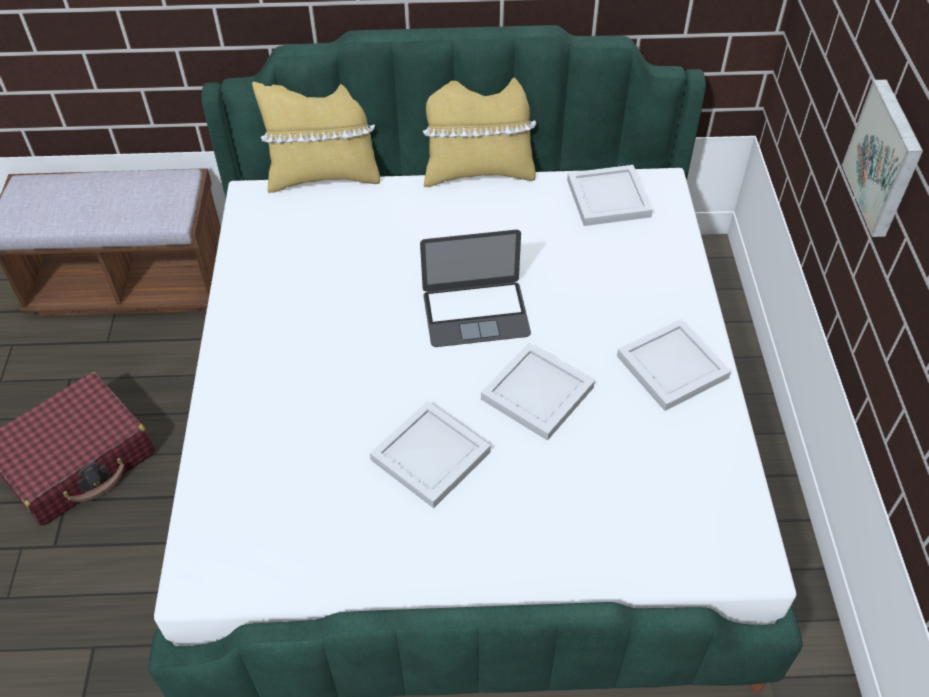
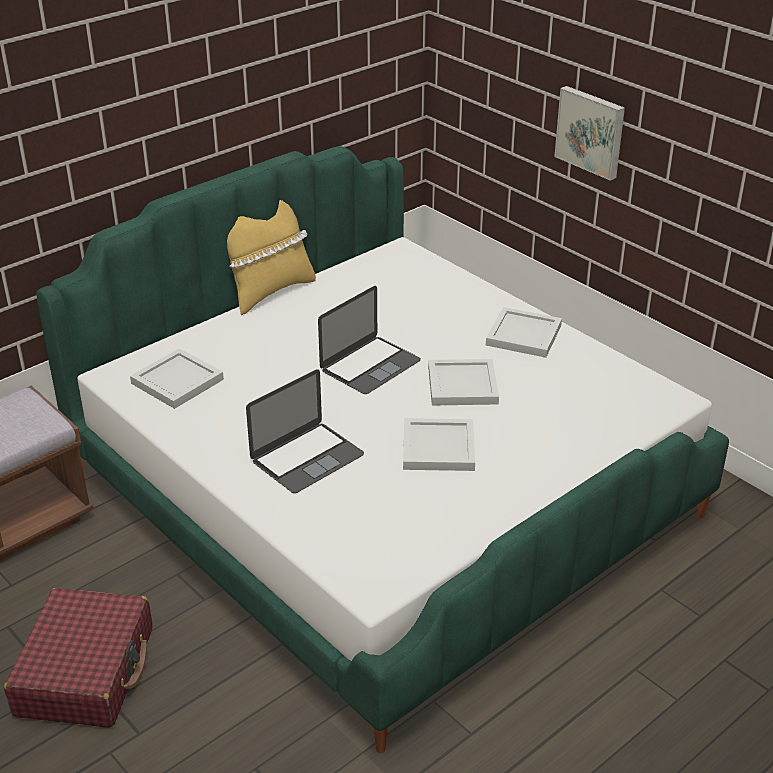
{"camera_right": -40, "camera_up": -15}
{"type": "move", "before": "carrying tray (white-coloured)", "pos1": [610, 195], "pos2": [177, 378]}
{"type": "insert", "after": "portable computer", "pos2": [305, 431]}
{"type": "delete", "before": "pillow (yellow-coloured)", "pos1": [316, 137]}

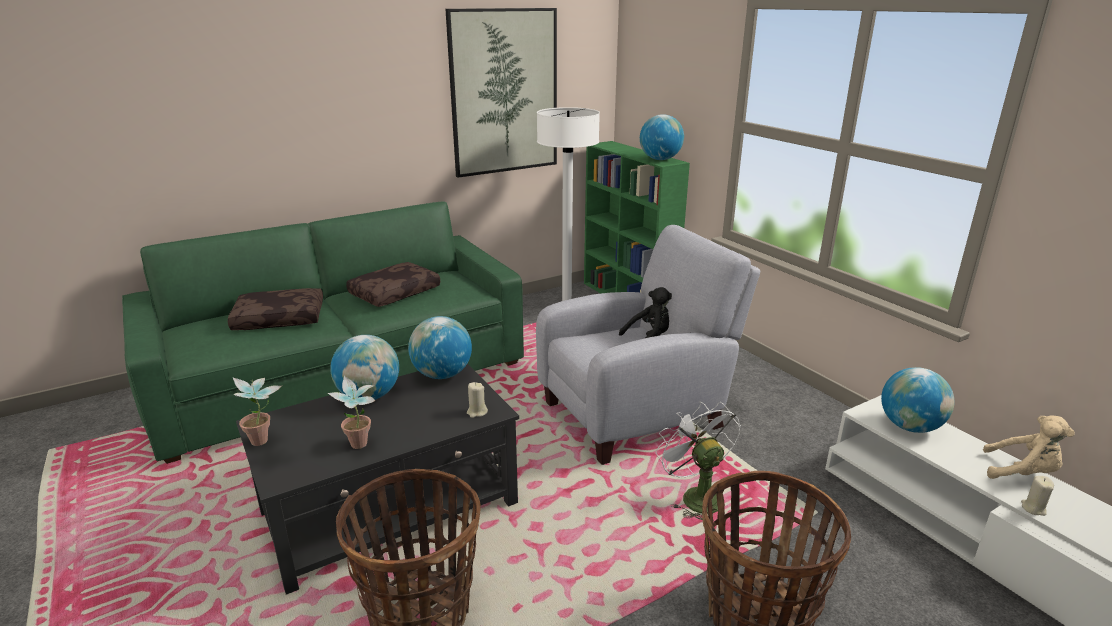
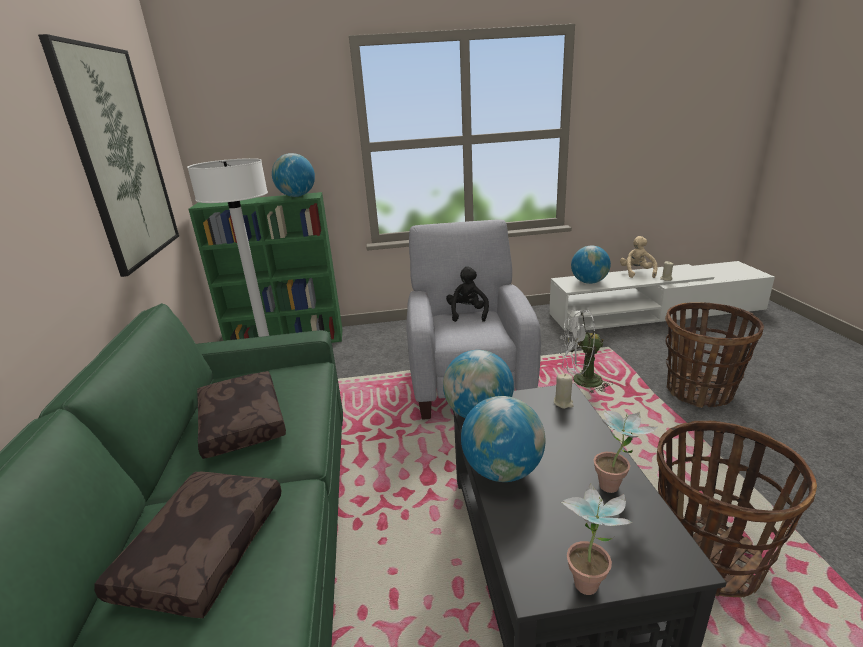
{"camera_right": -65, "camera_up": 0}
{"type": "rotate", "before": "soft toy (beige)", "pos1": [1029, 447], "pos2": [639, 257], "turn": -45}

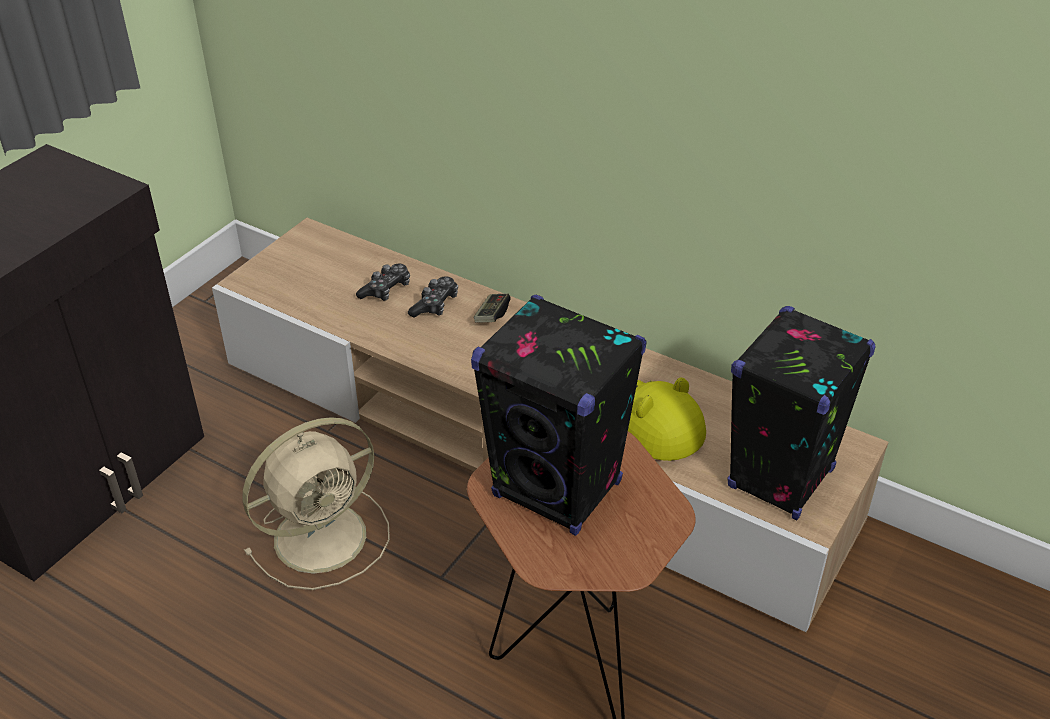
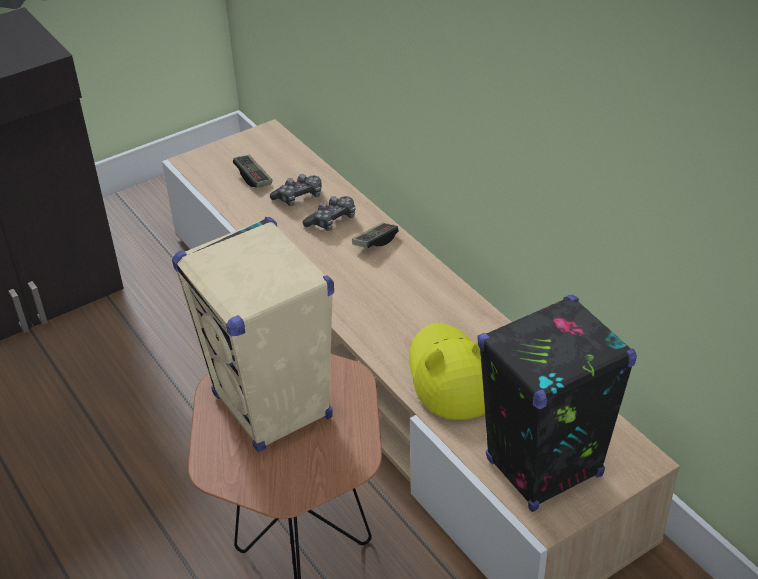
{"camera_right": 25, "camera_up": 0}
{"type": "recolor", "before": "speaker (black-coloured)", "after": "speaker (beige)", "pos1": [559, 415], "pos2": [253, 334]}
{"type": "insert", "after": "joypad", "pos2": [252, 171]}
{"type": "delete", "before": "fan (beige)", "pos1": [316, 503]}

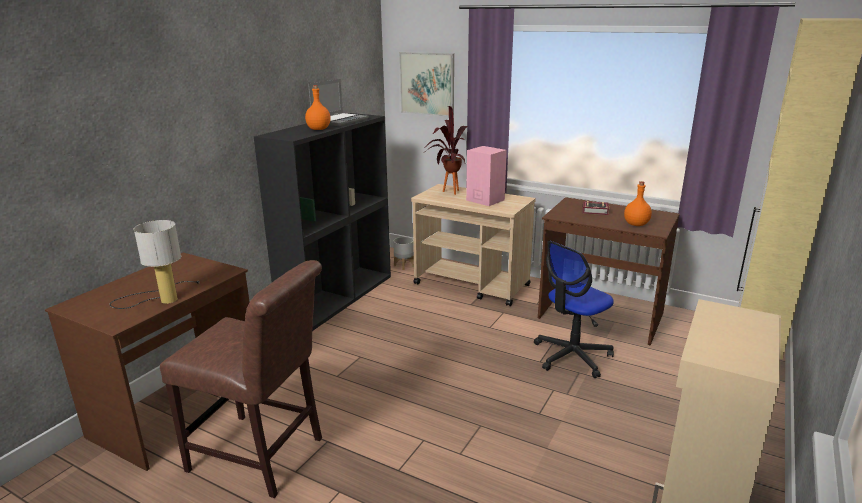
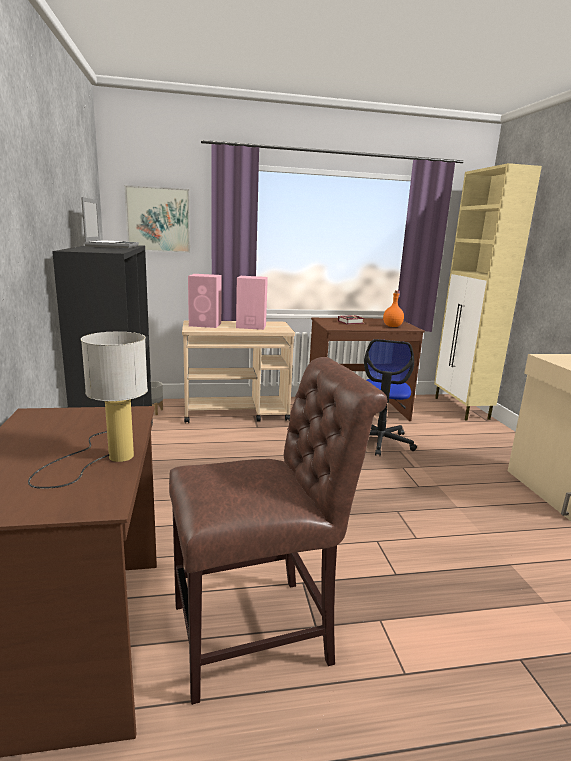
{"camera_right": -40, "camera_up": -5}
{"type": "replace", "before": "plant in a pot", "after": "speaker (pinkish)", "pos1": [446, 150], "pos2": [205, 301]}
{"type": "delete", "before": "bottle (orangey)", "pos1": [318, 107]}

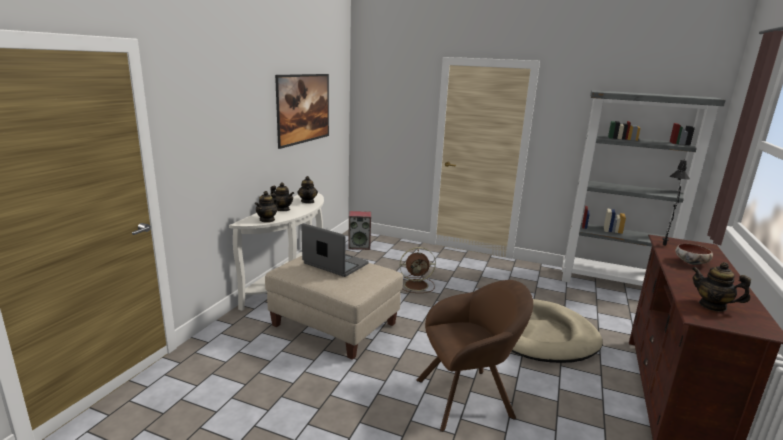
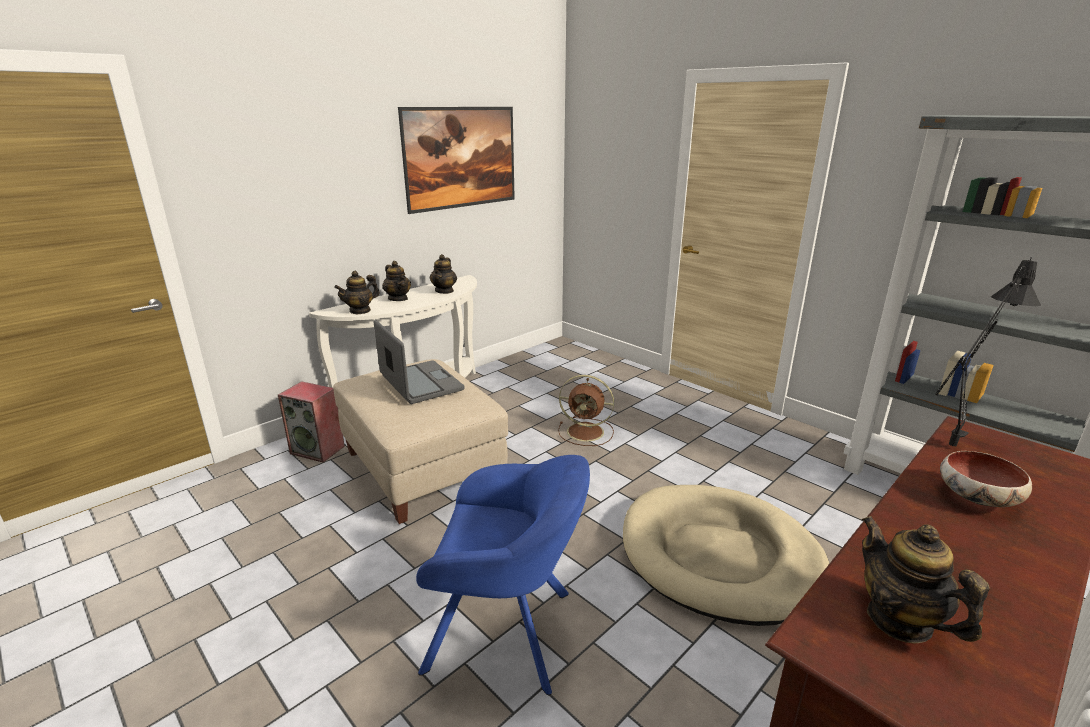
{"camera_right": 25, "camera_up": 5}
{"type": "move", "before": "speaker", "pos1": [359, 230], "pos2": [311, 421]}
{"type": "recolor", "before": "easy chair (brownish)", "after": "easy chair (bluish)", "pos1": [474, 356], "pos2": [503, 575]}

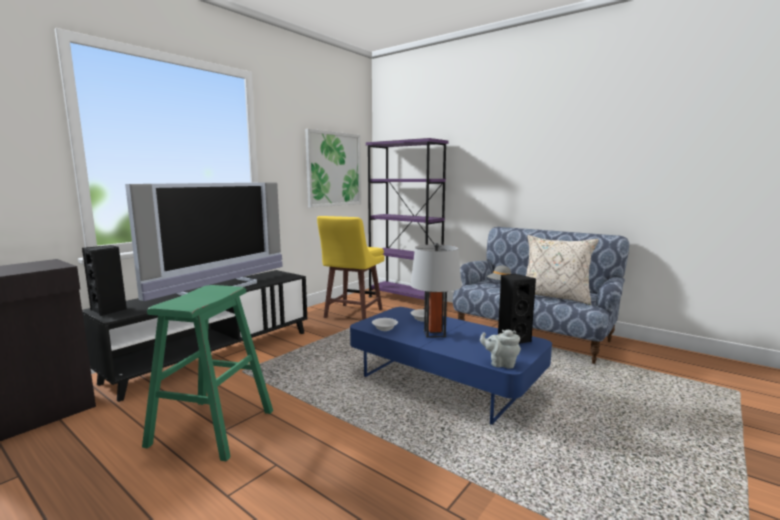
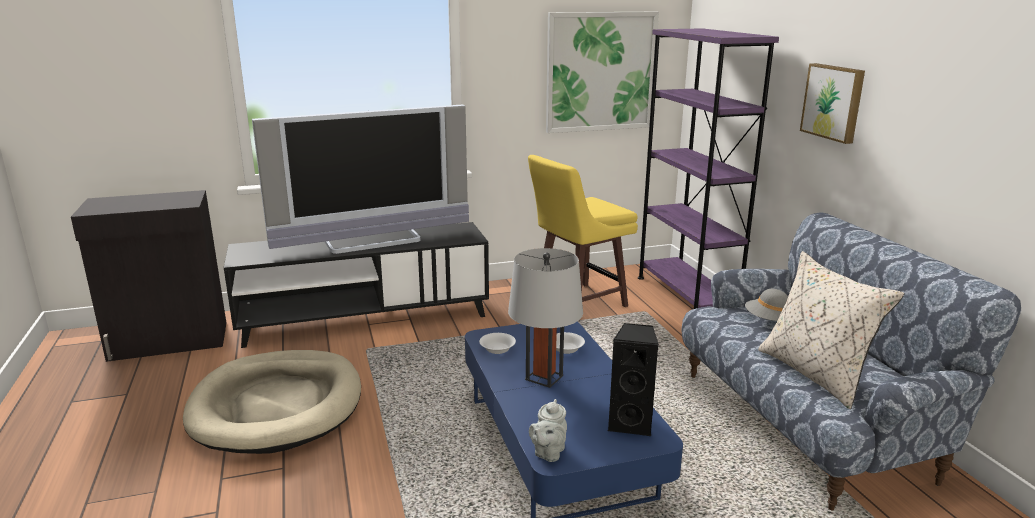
{"camera_right": 35, "camera_up": 10}
{"type": "replace", "before": "stool (green)", "after": "pet bed (beige)", "pos1": [207, 373], "pos2": [272, 402]}
{"type": "rotate", "before": "teapot (gray)", "pos1": [500, 349], "pos2": [548, 430], "turn": -120}
{"type": "insert", "after": "wall art", "pos2": [832, 103]}
{"type": "delete", "before": "speaker (black-coloured)", "pos1": [104, 280]}

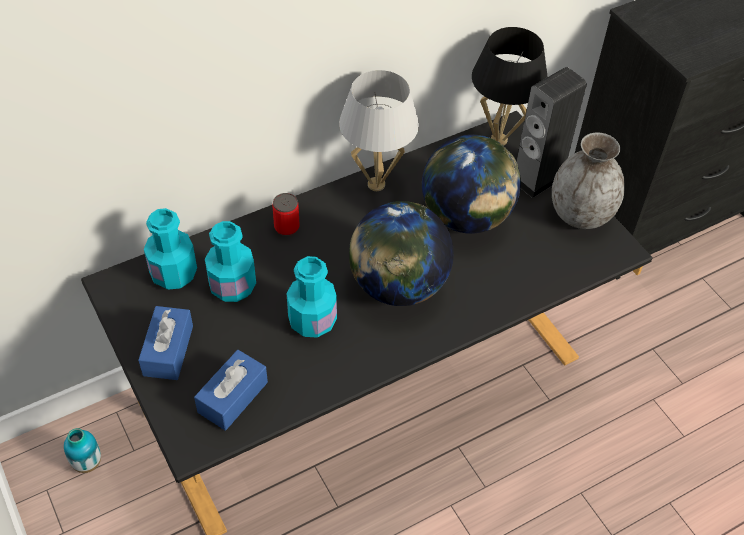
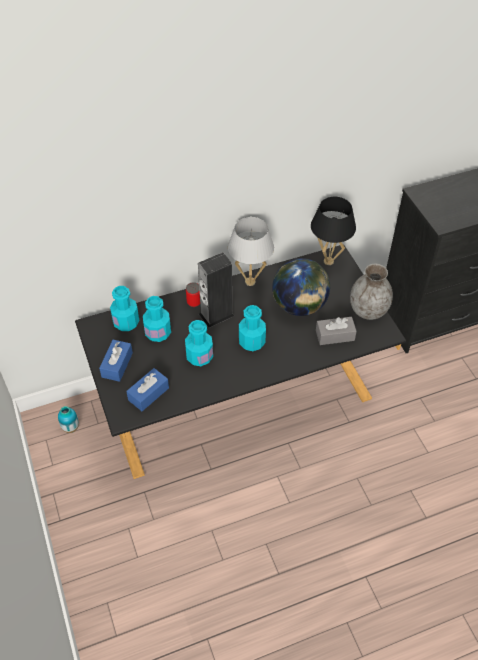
{"camera_right": 10, "camera_up": 0}
{"type": "move", "before": "speaker", "pos1": [552, 132], "pos2": [216, 290]}
{"type": "replace", "before": "world globe", "after": "bottle (turquoise)", "pos1": [401, 253], "pos2": [252, 328]}
{"type": "insert", "after": "tissue holder (gray)", "pos2": [336, 331]}

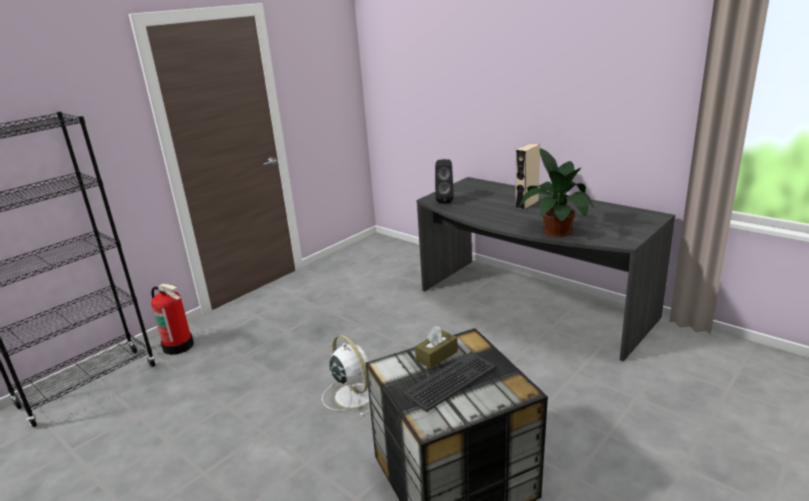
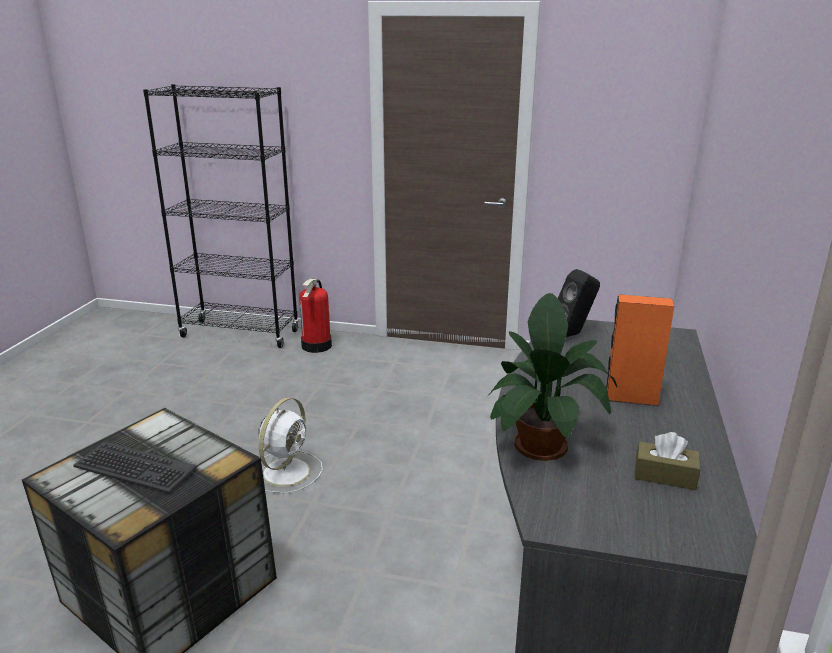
{"camera_right": 60, "camera_up": 0}
{"type": "recolor", "before": "speaker (beige)", "after": "speaker (orangey)", "pos1": [527, 176], "pos2": [640, 350]}
{"type": "move", "before": "tissue holder (brownish)", "pos1": [436, 347], "pos2": [668, 461]}

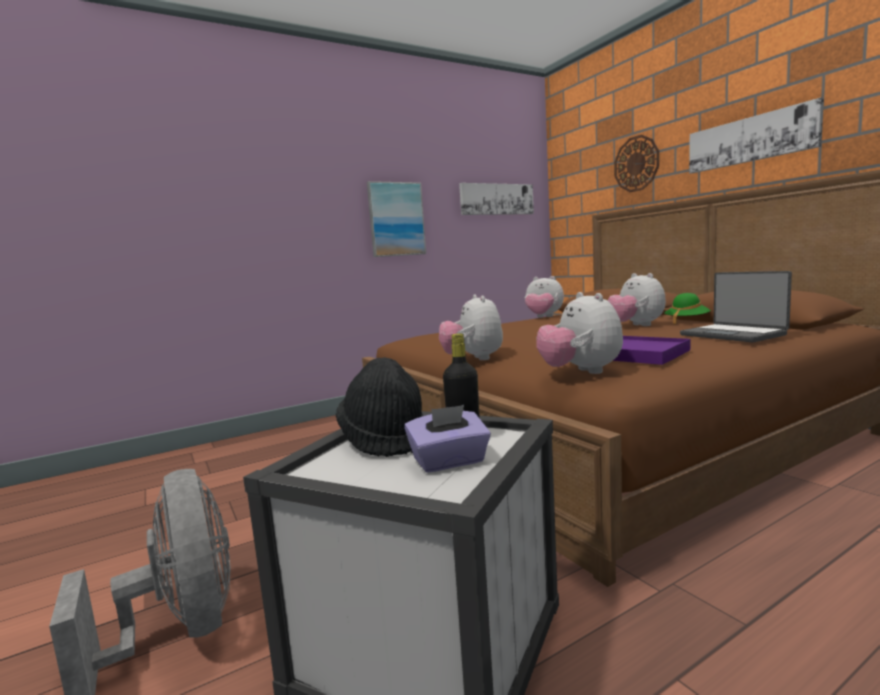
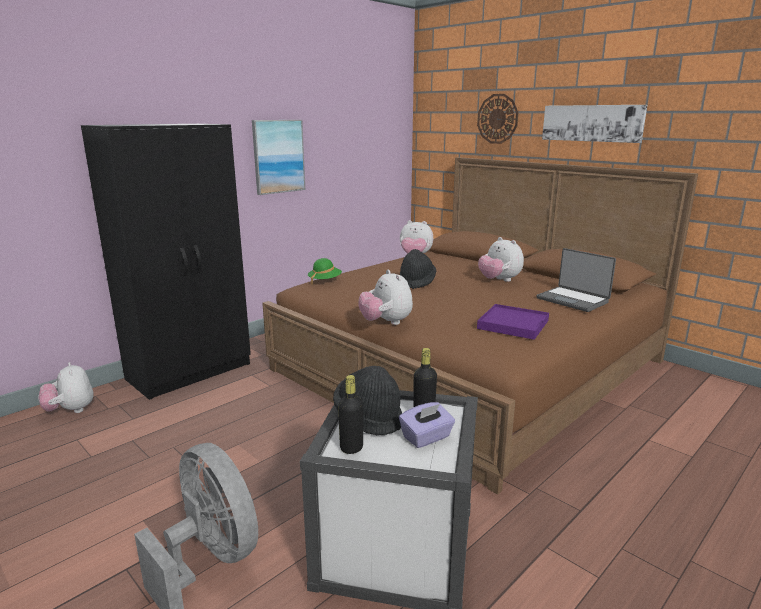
{"camera_right": -15, "camera_up": 10}
{"type": "move", "before": "soft toy", "pos1": [579, 333], "pos2": [66, 387]}
{"type": "insert", "after": "clothes cupboard (black-coloured)", "pos2": [166, 262]}
{"type": "move", "before": "hat (green)", "pos1": [687, 309], "pos2": [325, 271]}
{"type": "insert", "after": "bottle (black-coloured)", "pos2": [350, 414]}
{"type": "insert", "after": "hat (black-coloured)", "pos2": [418, 269]}
{"type": "delete", "before": "wall art", "pos1": [496, 199]}

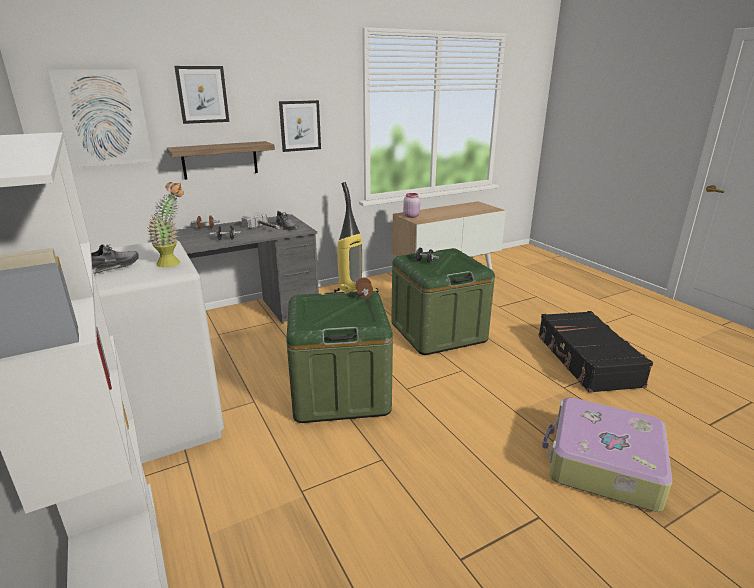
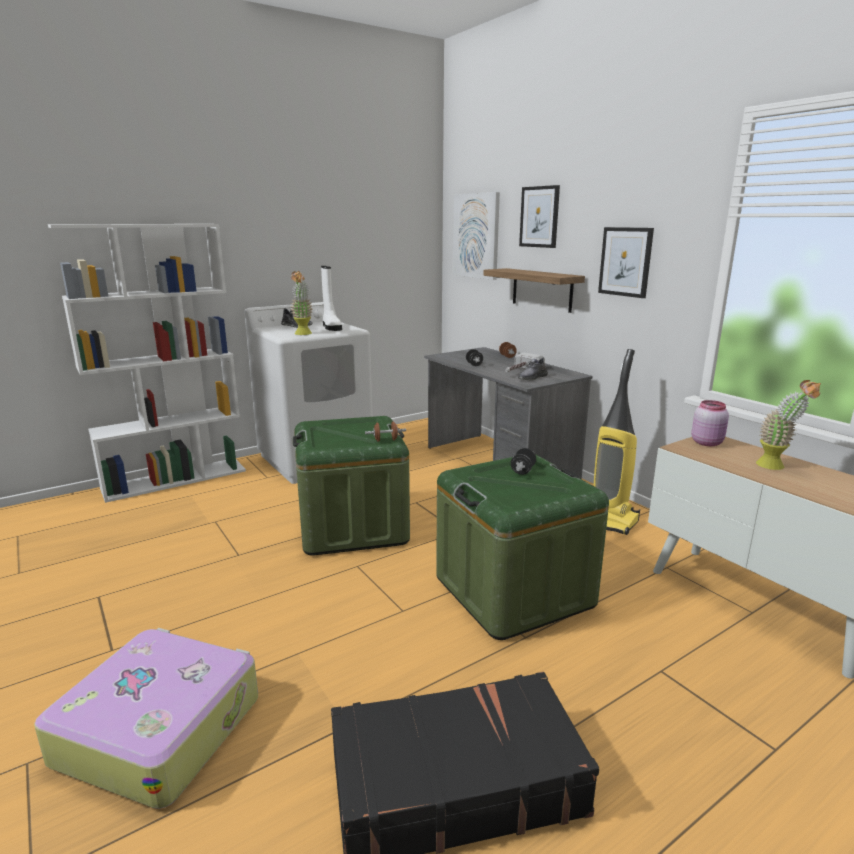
{"camera_right": 85, "camera_up": -5}
{"type": "insert", "after": "tall boot (white-coloured)", "pos2": [331, 298]}
{"type": "insert", "after": "plant in a pot", "pos2": [788, 425]}

